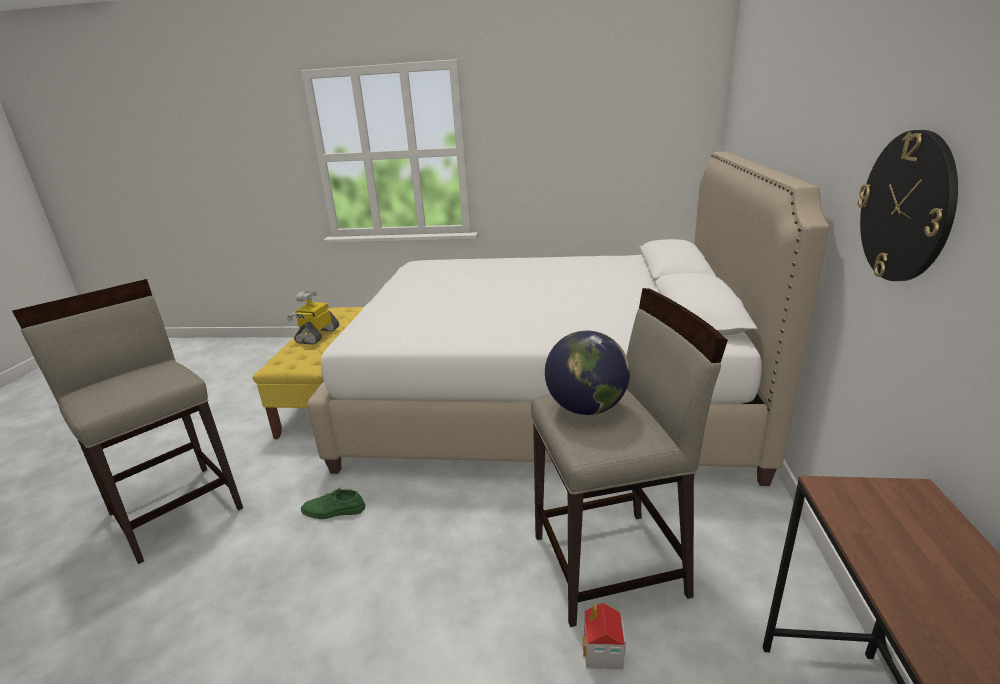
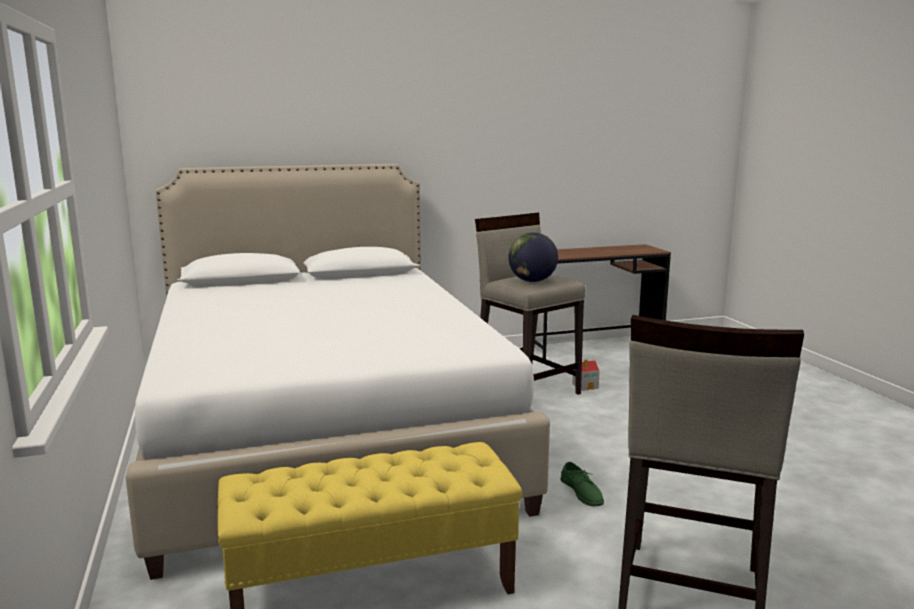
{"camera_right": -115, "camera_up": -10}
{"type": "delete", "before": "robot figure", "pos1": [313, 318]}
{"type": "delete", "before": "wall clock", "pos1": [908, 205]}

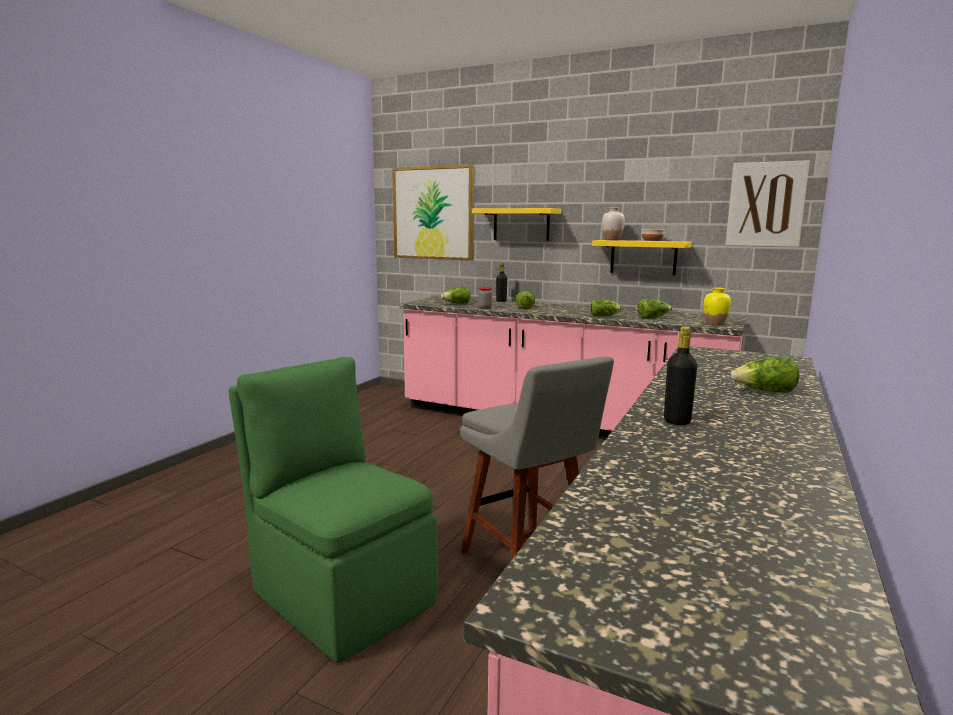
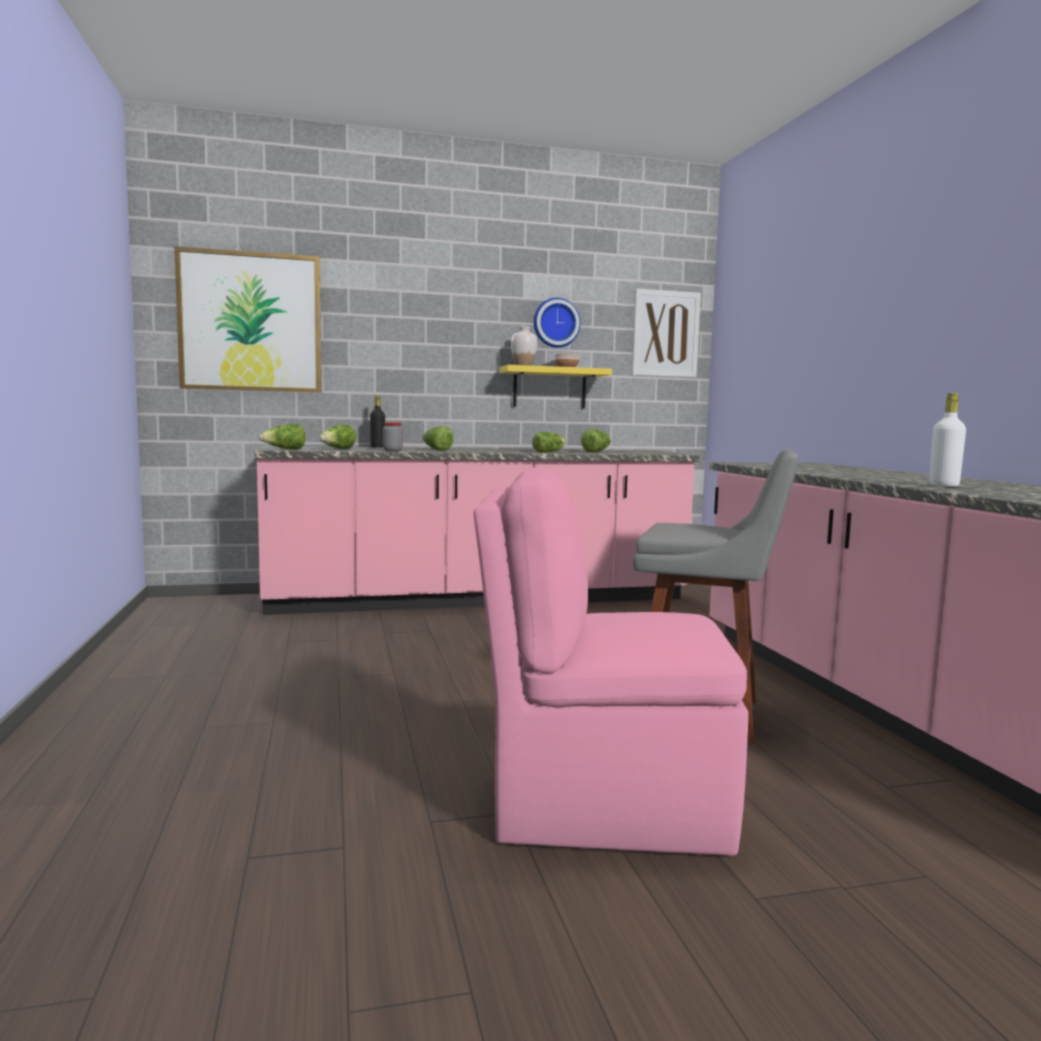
{"camera_right": -40, "camera_up": -5}
{"type": "move", "before": "head of lettuce", "pos1": [765, 375], "pos2": [282, 436]}
{"type": "recolor", "before": "upright chair (green)", "after": "upright chair (pinkish)", "pos1": [333, 510], "pos2": [611, 661]}
{"type": "insert", "after": "wall clock", "pos2": [557, 323]}
{"type": "recolor", "before": "bottle (black-coloured)", "after": "bottle (white-coloured)", "pos1": [680, 376], "pos2": [947, 440]}
{"type": "delete", "before": "bracket shelf (yellow-coloured)", "pos1": [516, 224]}
{"type": "delete", "before": "vase (yellow-coloured)", "pos1": [717, 306]}

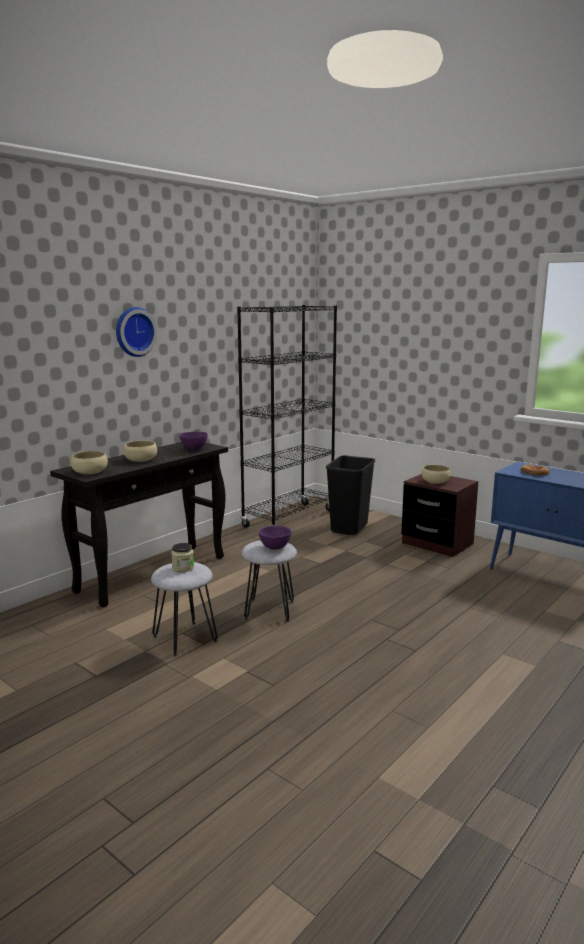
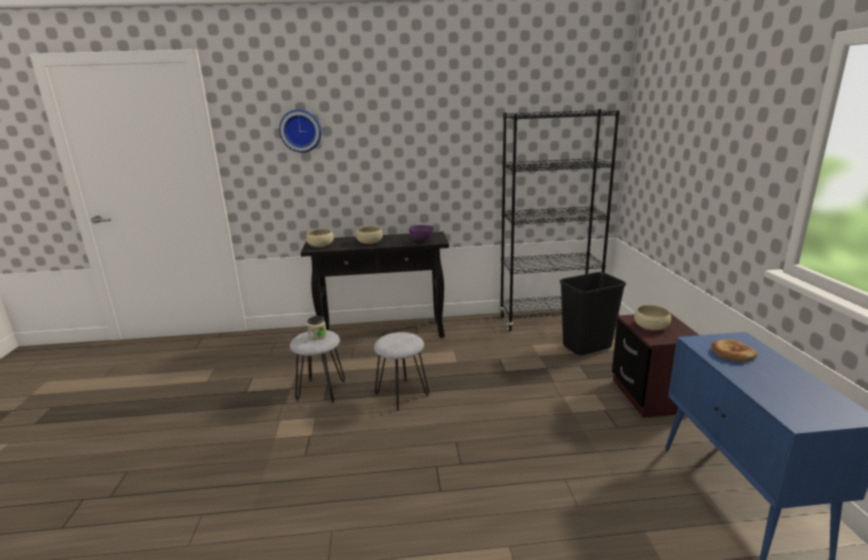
{"camera_right": 45, "camera_up": 5}
{"type": "move", "before": "wall clock", "pos1": [136, 332], "pos2": [300, 131]}
{"type": "delete", "before": "deep dish (purplish)", "pos1": [275, 538]}

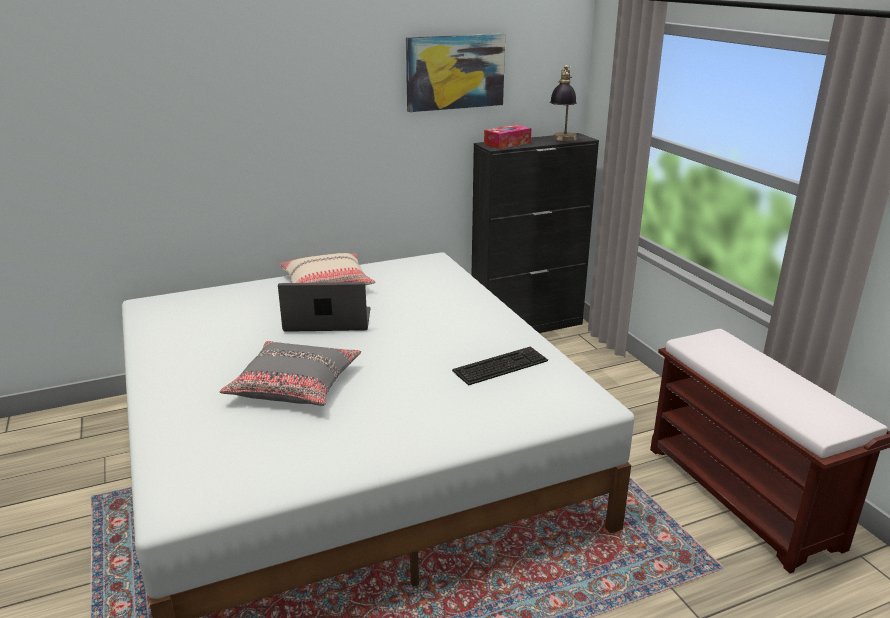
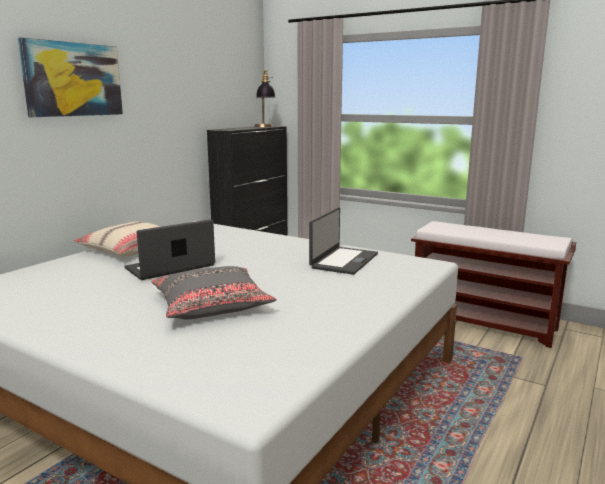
{"camera_right": -35, "camera_up": -10}
{"type": "move", "before": "wall art", "pos1": [455, 73], "pos2": [70, 77]}
{"type": "replace", "before": "keyboard", "after": "portable computer", "pos1": [500, 366], "pos2": [343, 241]}
{"type": "delete", "before": "tissue holder", "pos1": [508, 137]}

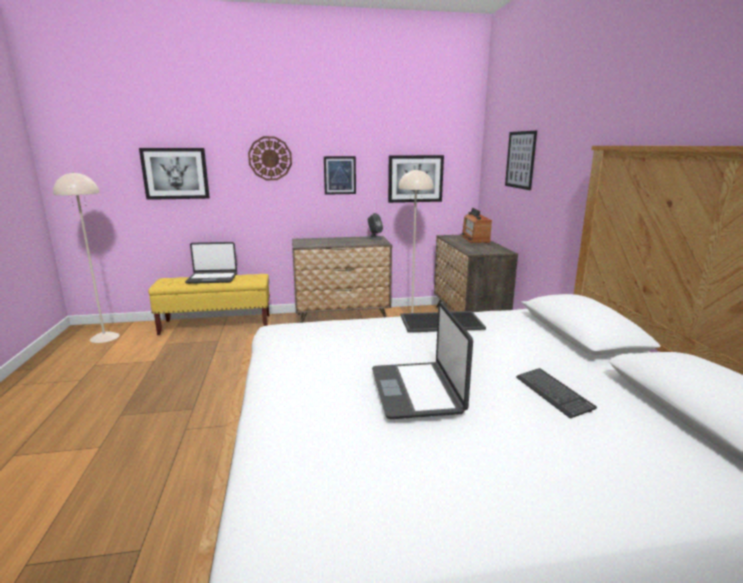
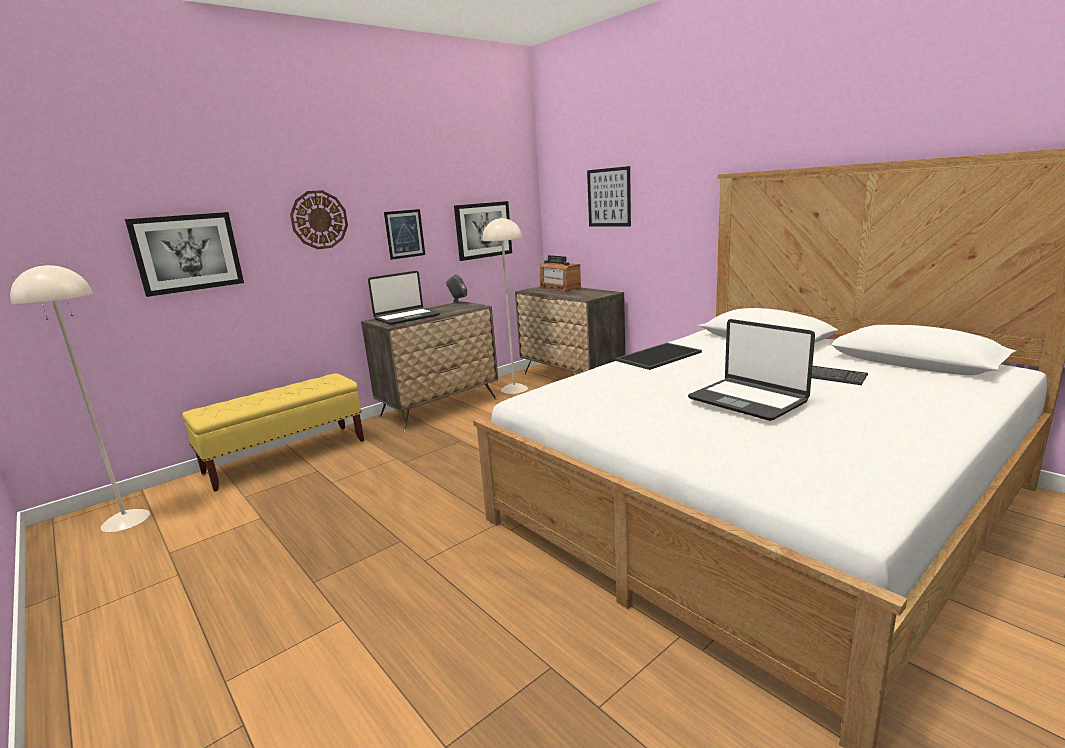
{"camera_right": -30, "camera_up": 0}
{"type": "move", "before": "portable computer", "pos1": [211, 263], "pos2": [404, 298]}

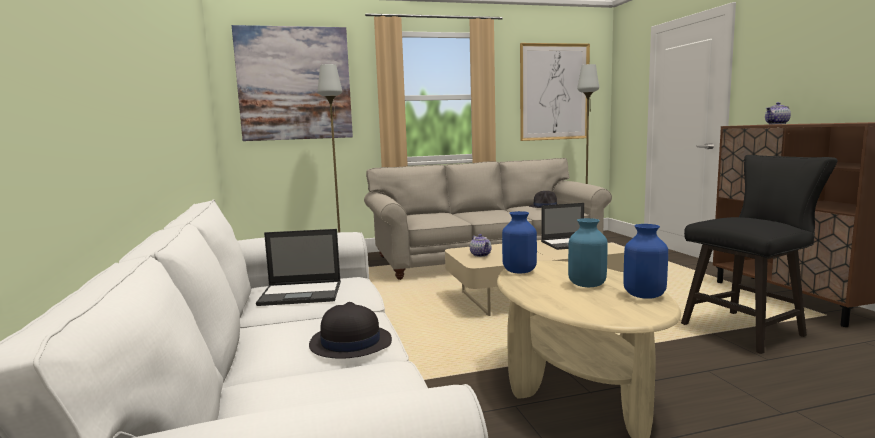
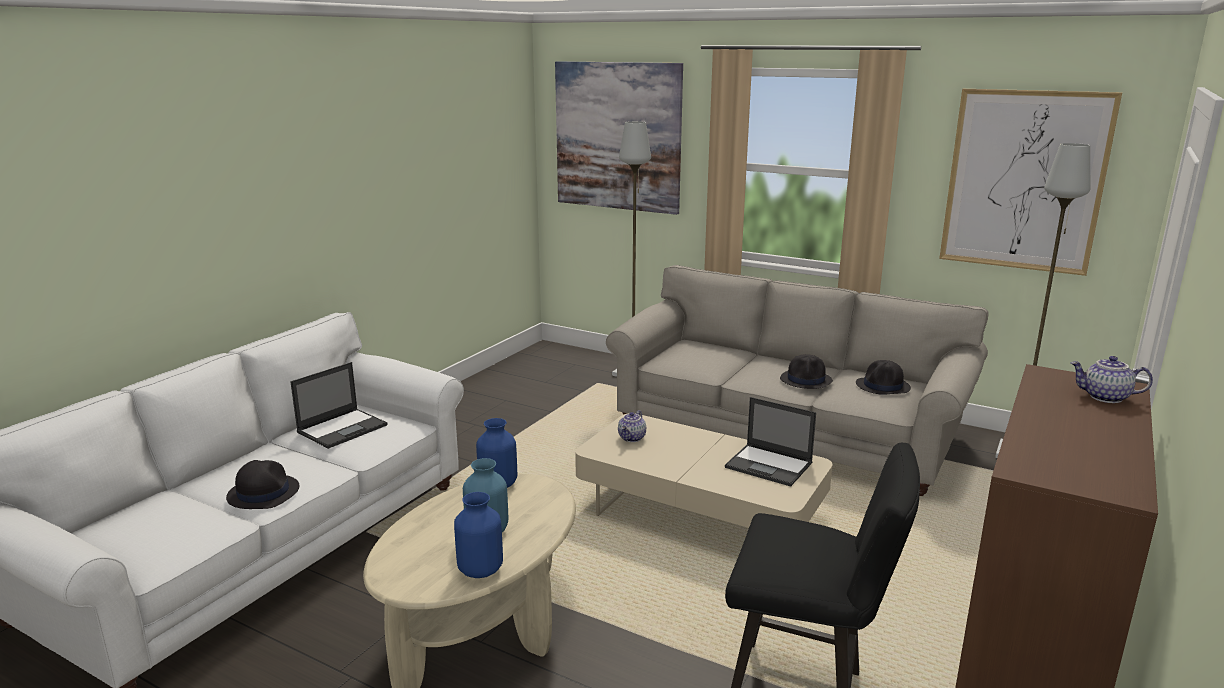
{"camera_right": 45, "camera_up": 10}
{"type": "rotate", "before": "portable computer", "pos1": [298, 267], "pos2": [338, 405], "turn": -90}
{"type": "insert", "after": "hat (black-coloured)", "pos2": [806, 371]}

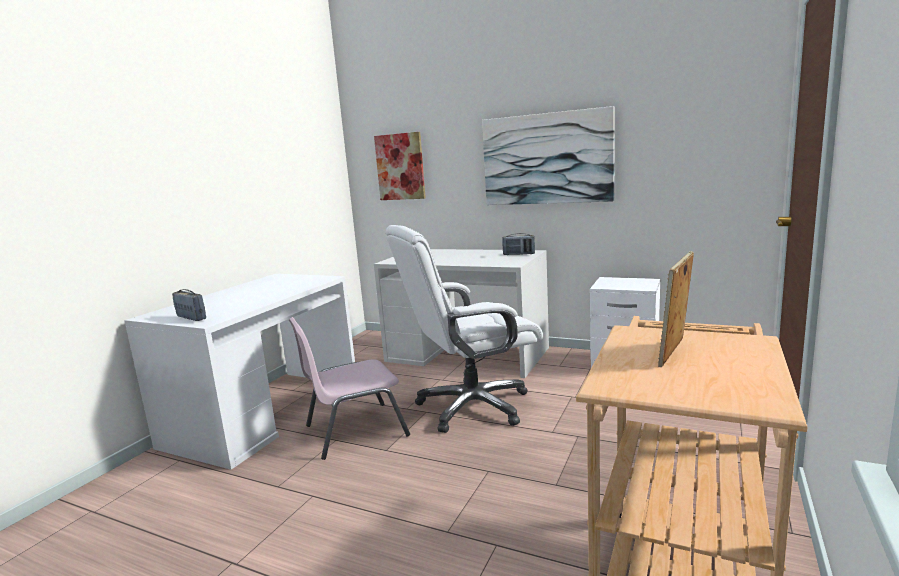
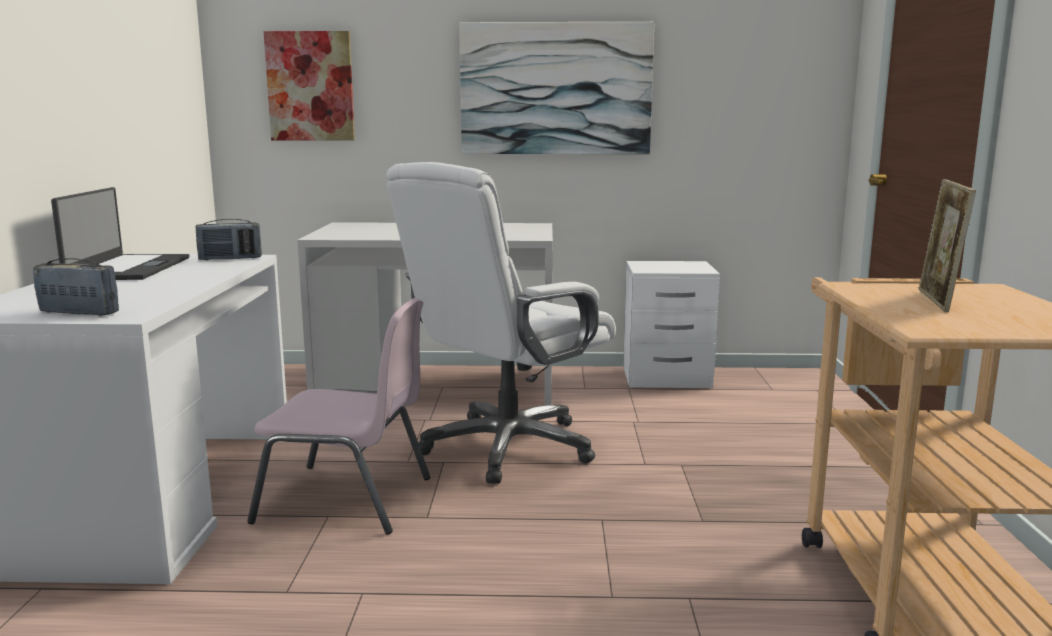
{"camera_right": -25, "camera_up": 0}
{"type": "insert", "after": "portable computer", "pos2": [120, 233]}
{"type": "move", "before": "radio", "pos1": [518, 244], "pos2": [229, 240]}
{"type": "rotate", "before": "upright chair (pinkish)", "pos1": [349, 388], "pos2": [338, 416], "turn": -120}

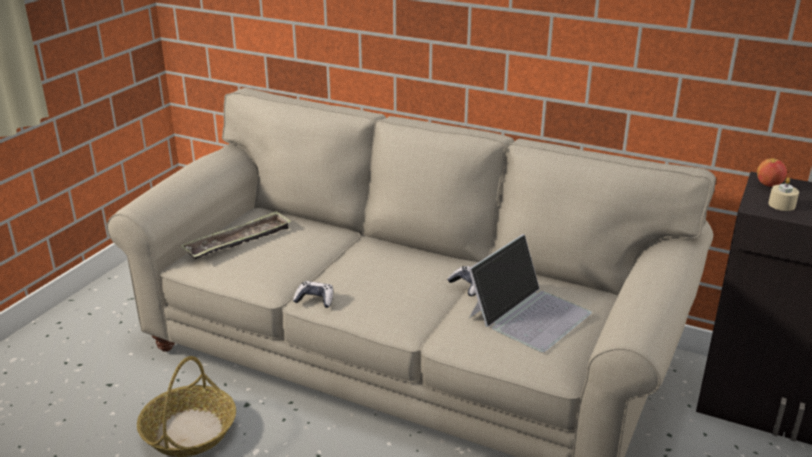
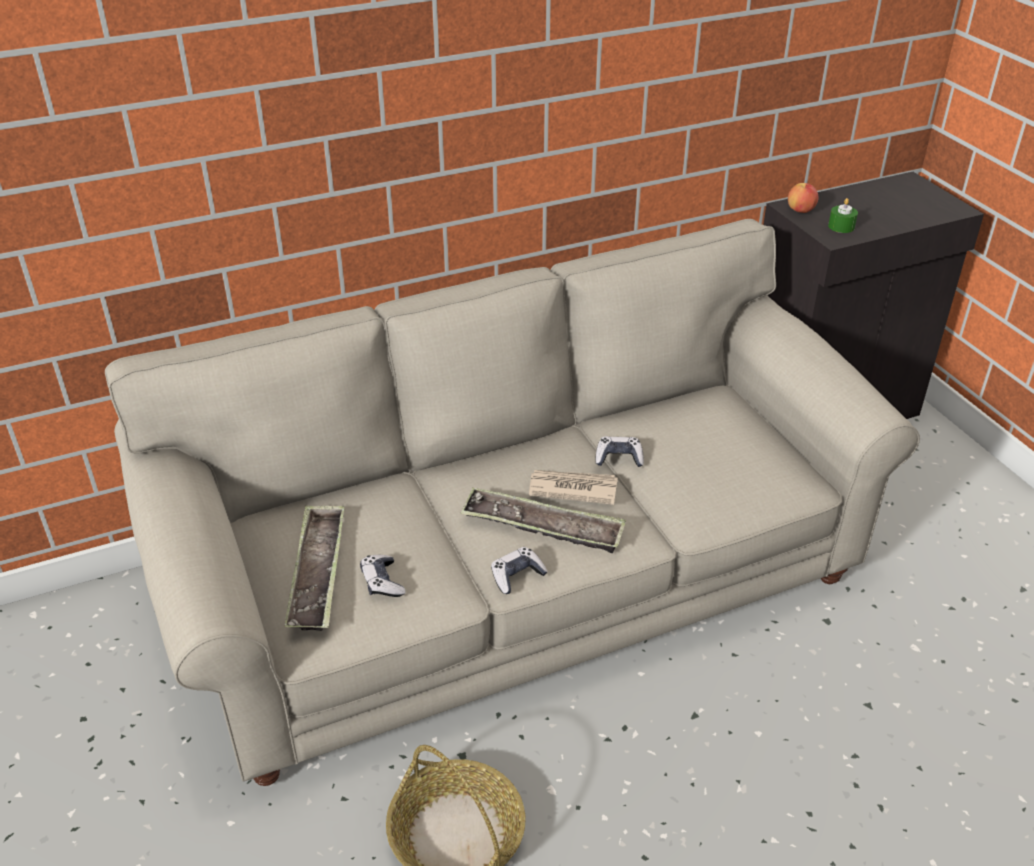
{"camera_right": -50, "camera_up": 10}
{"type": "insert", "after": "joypad", "pos2": [383, 576]}
{"type": "insert", "after": "carrying tray", "pos2": [543, 520]}
{"type": "insert", "after": "printed paper", "pos2": [573, 487]}
{"type": "recolor", "before": "wax light (beige)", "after": "wax light (green)", "pos1": [783, 194], "pos2": [843, 215]}
{"type": "delete", "before": "portable computer", "pos1": [530, 293]}

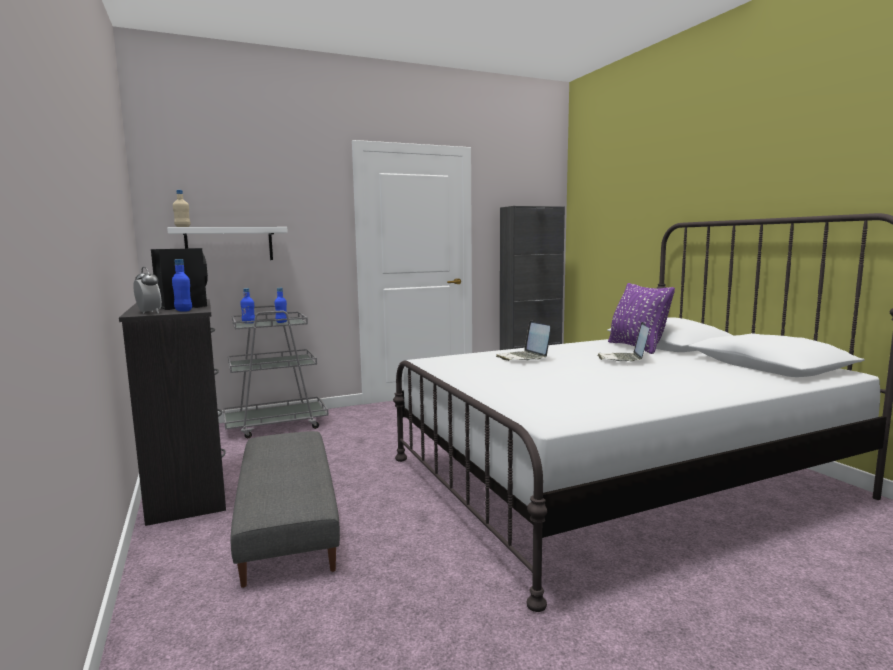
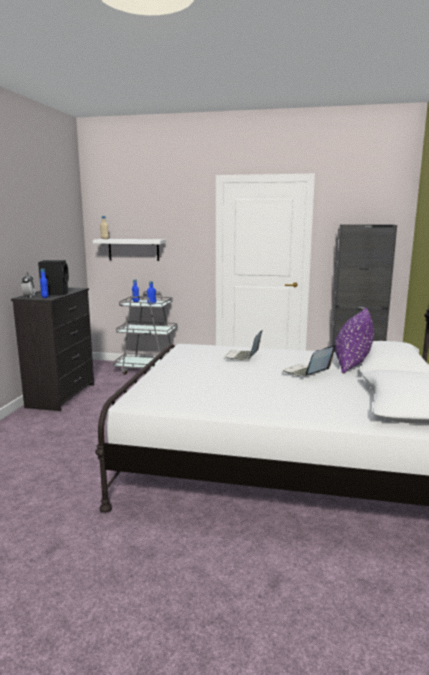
{"camera_right": 35, "camera_up": 5}
{"type": "delete", "before": "footrest (gray)", "pos1": [285, 509]}

